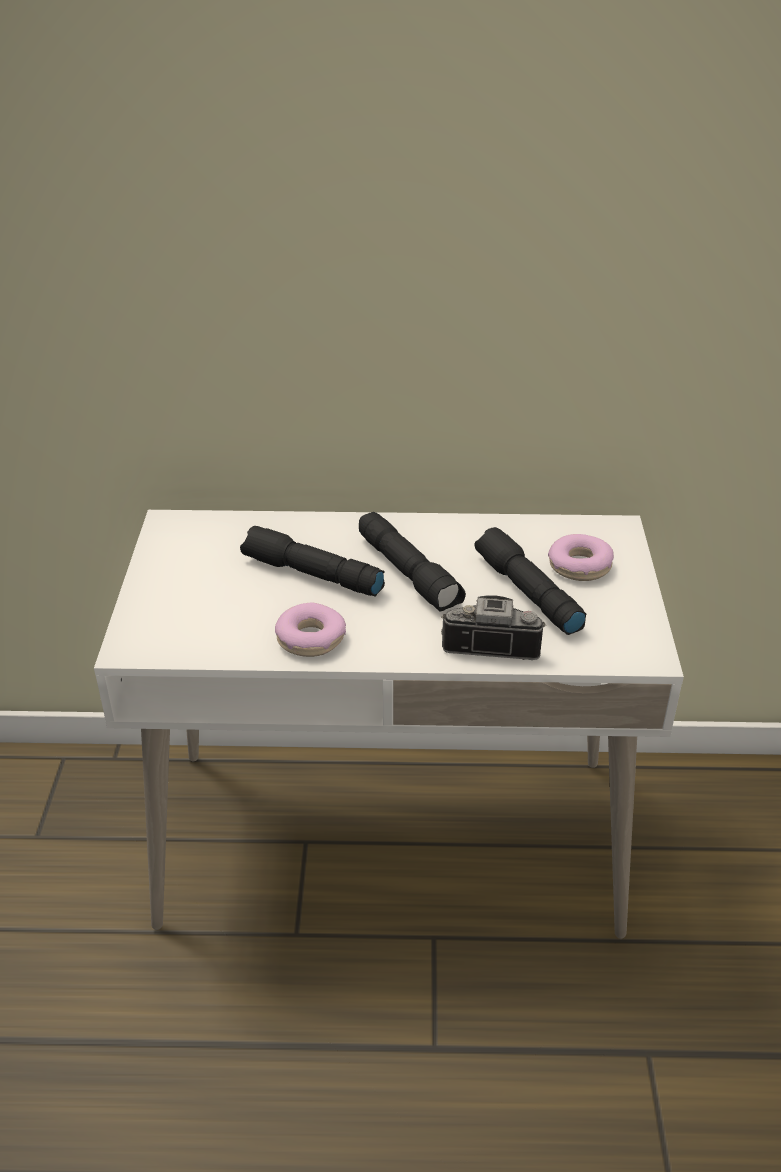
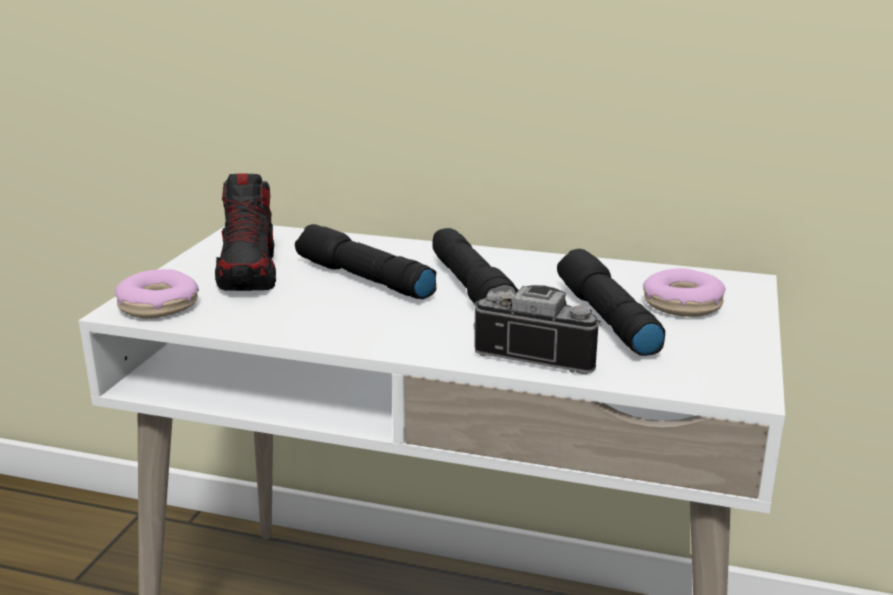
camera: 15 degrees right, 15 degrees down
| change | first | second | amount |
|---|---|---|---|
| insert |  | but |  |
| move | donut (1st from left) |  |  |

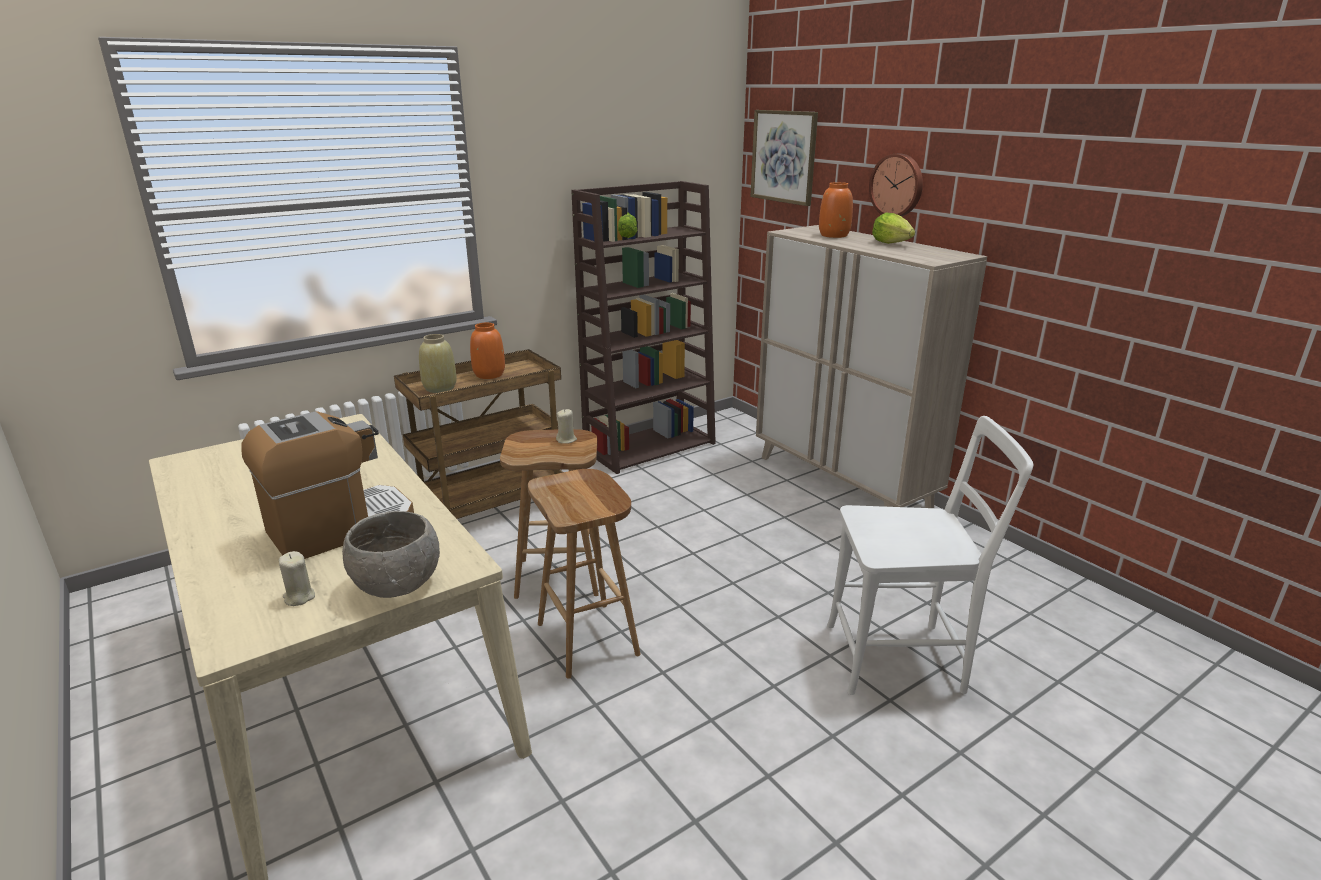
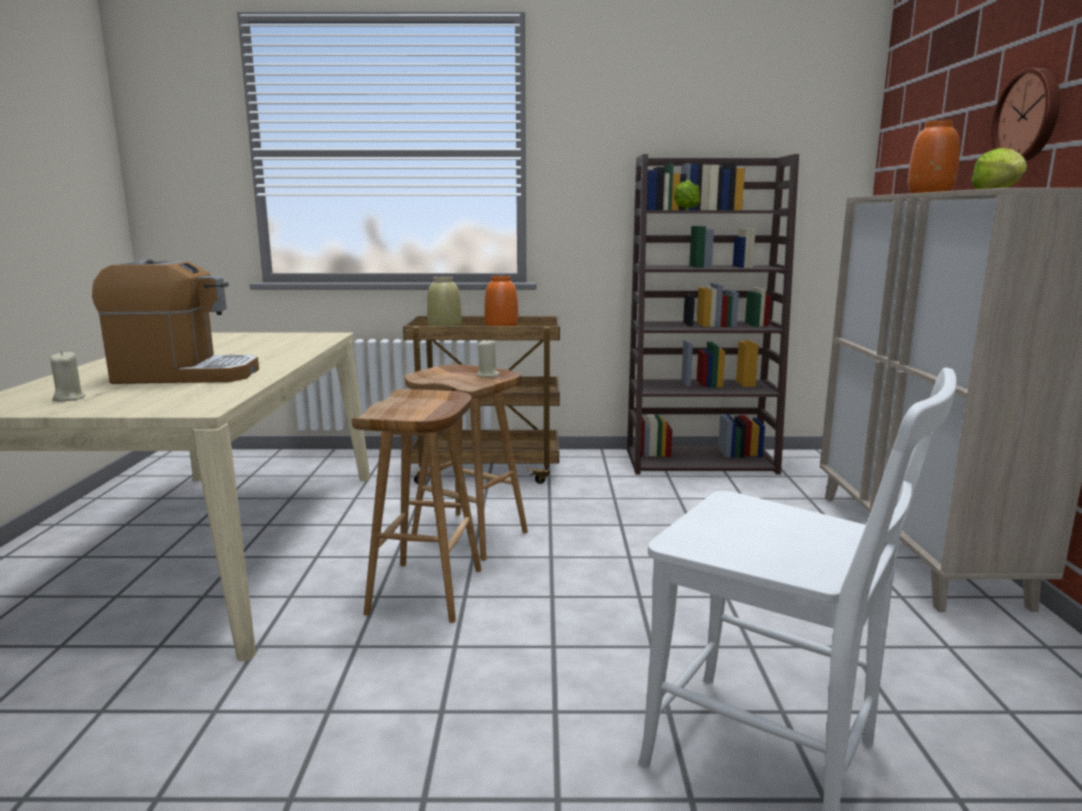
camera: 35 degrees right, 10 degrees down
| change | first | second | amount |
|---|---|---|---|
| delete | miska (szary) |  |  |
| delete | obraz |  |  |

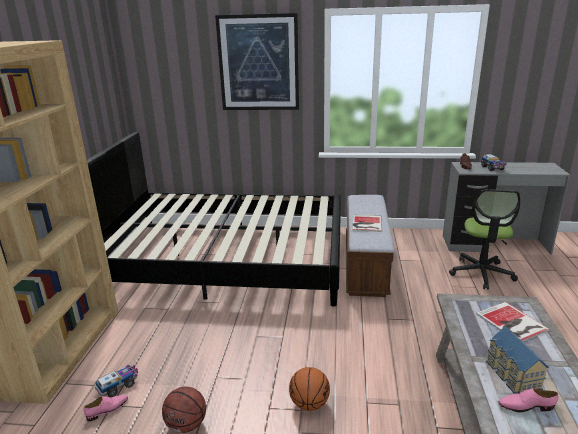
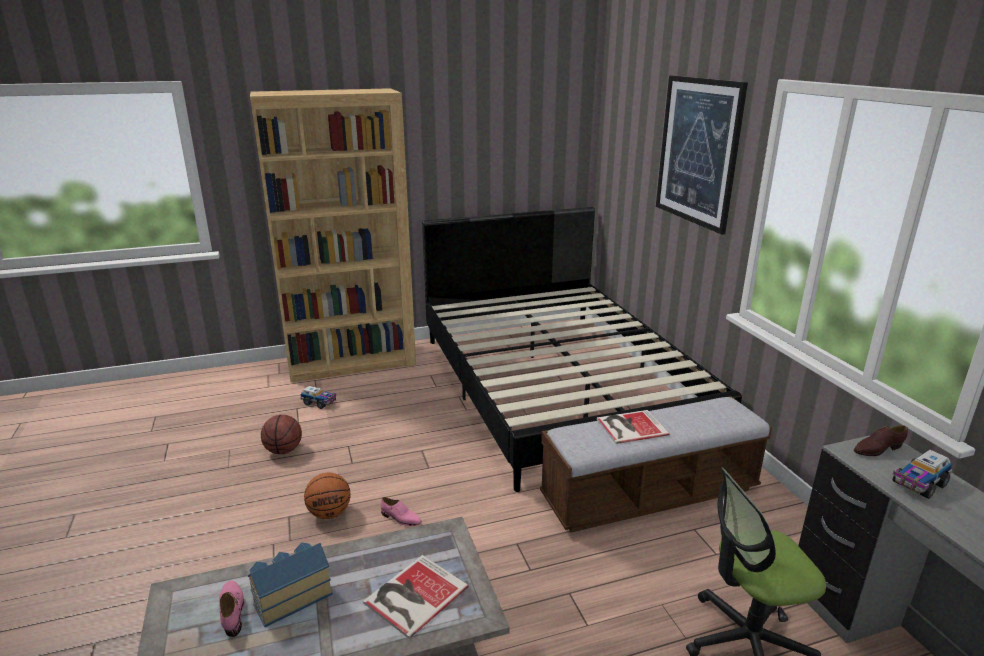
camera: 65 degrees right, 0 degrees up
| change | first | second | amount |
|---|---|---|---|
| move | but (różowy) (1st from left in the first image) | but (różowy) (2nd from left) |  |

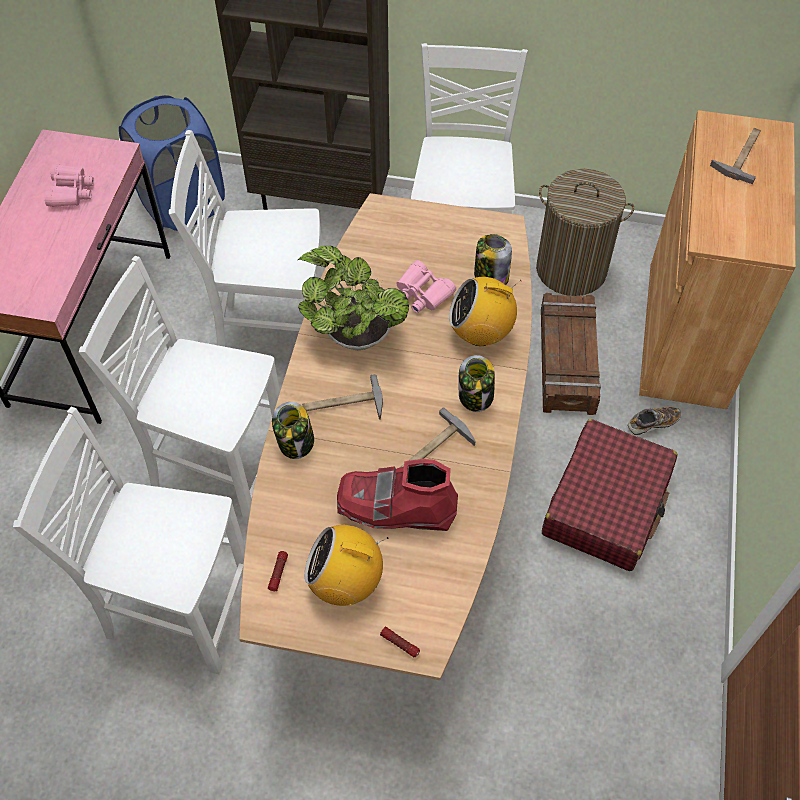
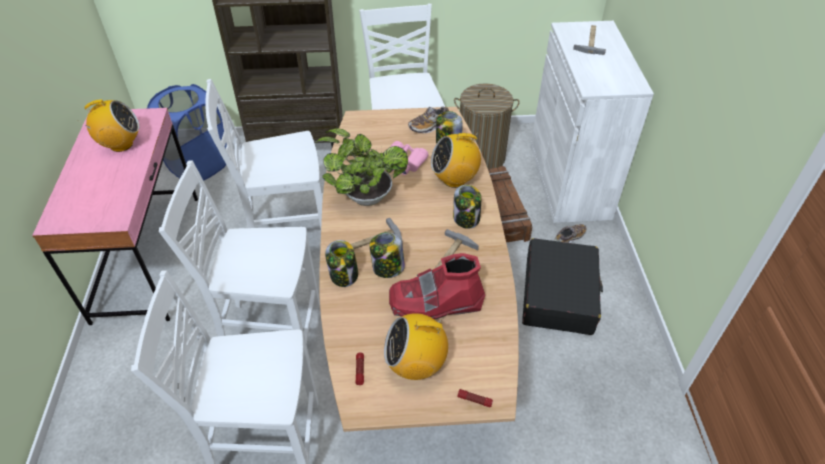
camera: 15 degrees left, 10 degrees down
| change | first | second | amount |
|---|---|---|---|
| insert |  | słoik (2nd from left) |  |
| insert |  | but (1st from left) |  |
| replace | lornetka (różowy) (1st from left) | radio (1st from left) |  |
| recolor | walizka (czerwony) | walizka (czarny) |  |
| recolor | szafka (brązowy) | szafka (biały) |  |

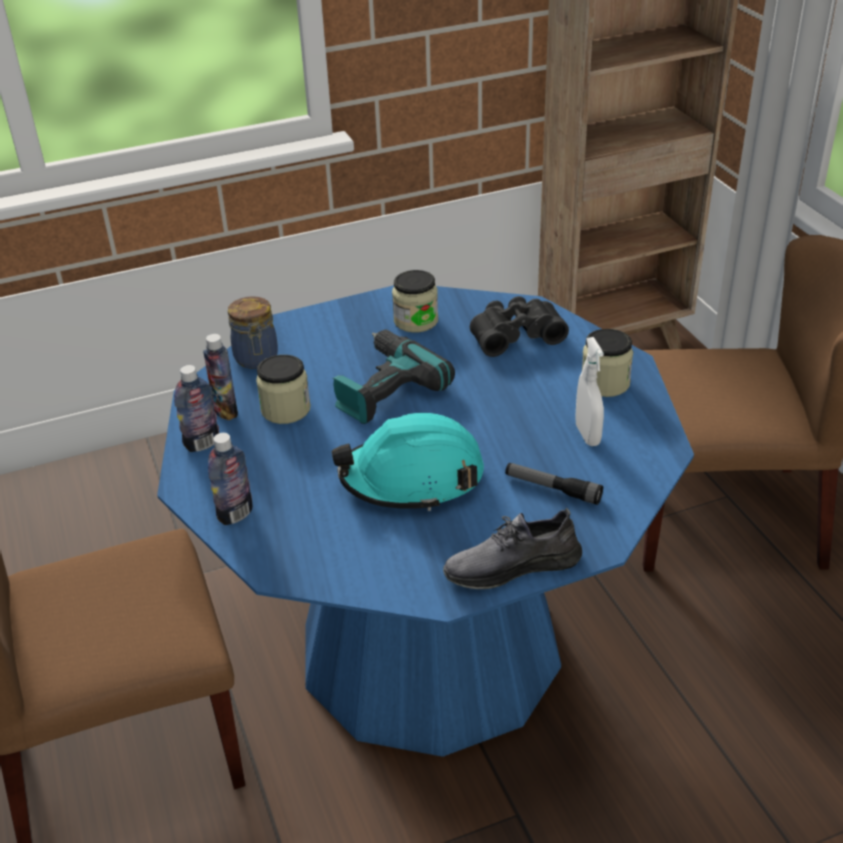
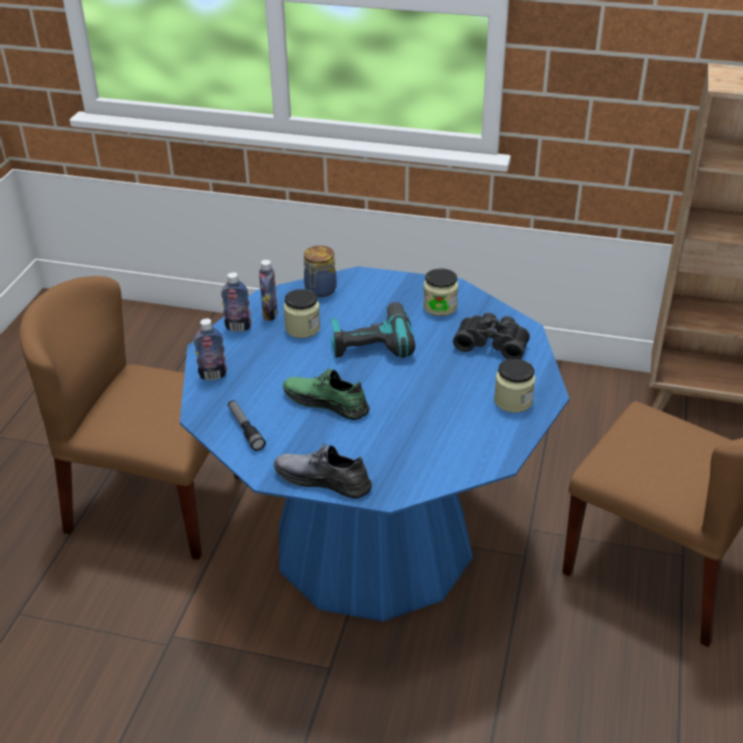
camera: 35 degrees right, 0 degrees up
| change | first | second | amount |
|---|---|---|---|
| delete | spryskiwacz (biały) |  |  |
| move | latarka |  |  |
| replace | kask (turkusowy) | but (zielony) |  |

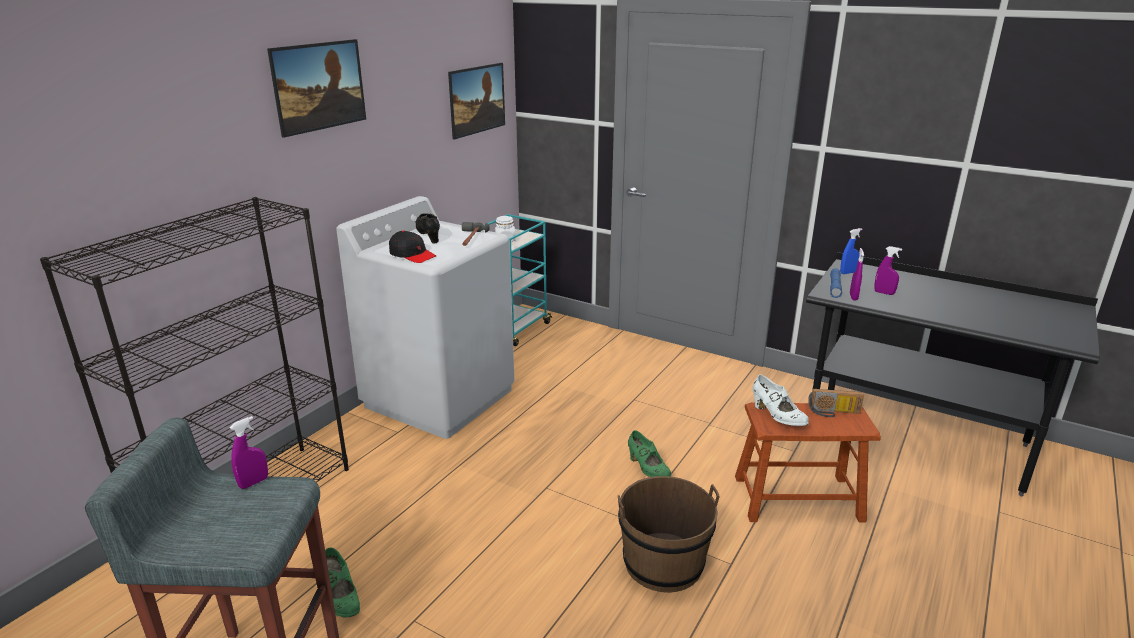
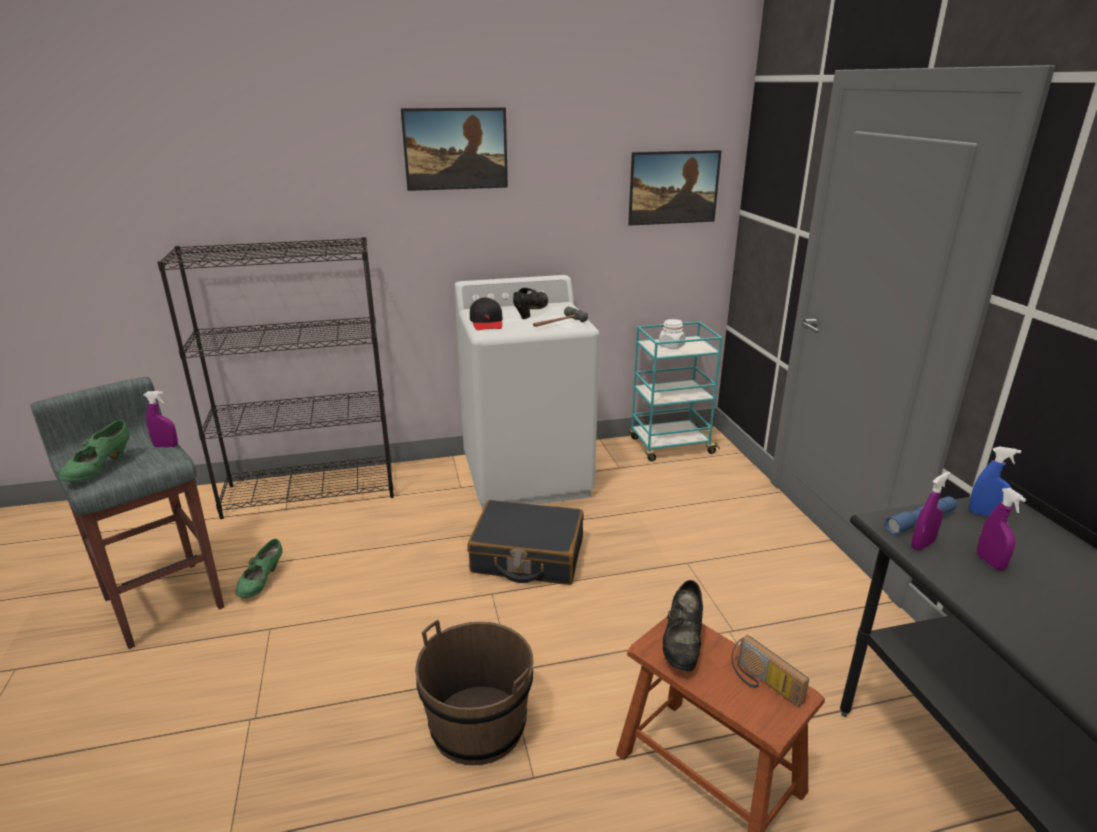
camera: 45 degrees right, 0 degrees up
| change | first | second | amount |
|---|---|---|---|
| insert |  | walizka (czarny) |  |
| move | but (zielony) (2nd from left in the first image) | but (zielony) (1st from left) |  |
| recolor | but (biały) | but (czarny) (2nd from left) |  |

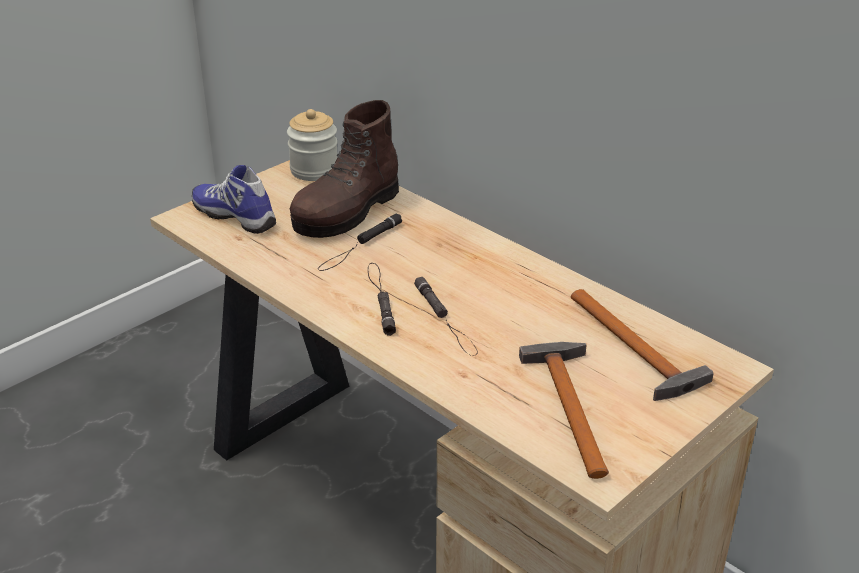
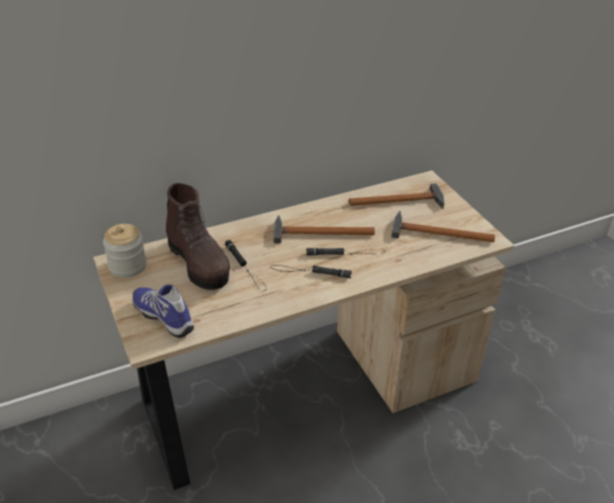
camera: 70 degrees left, 5 degrees up
| change | first | second | amount |
|---|---|---|---|
| insert |  | młotek (1st from left) |  |
| rotate | but |  | 75 degrees clockwise |

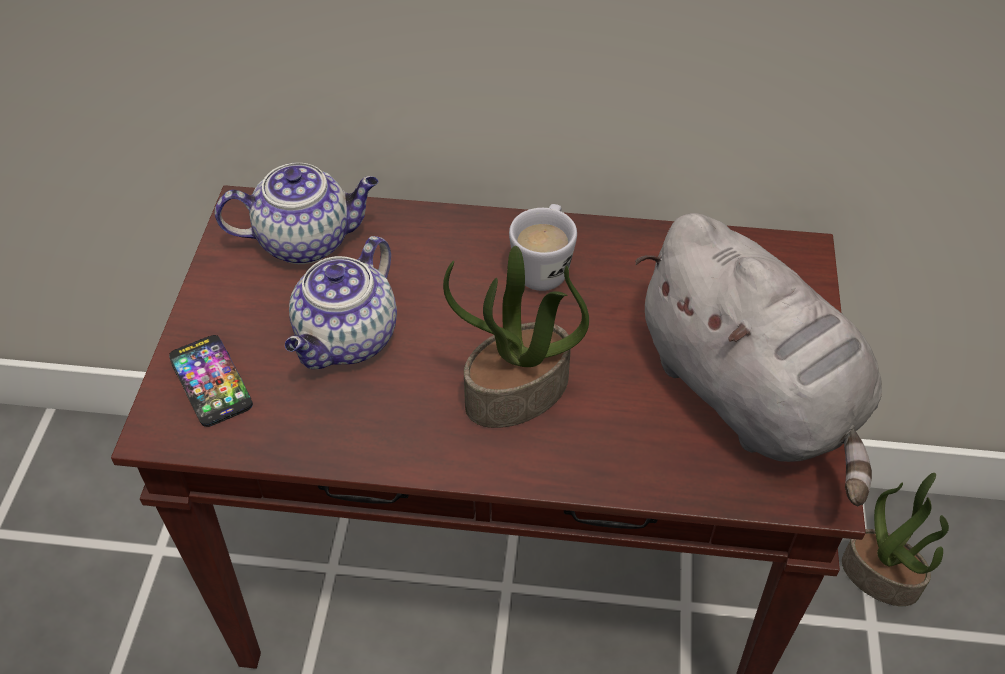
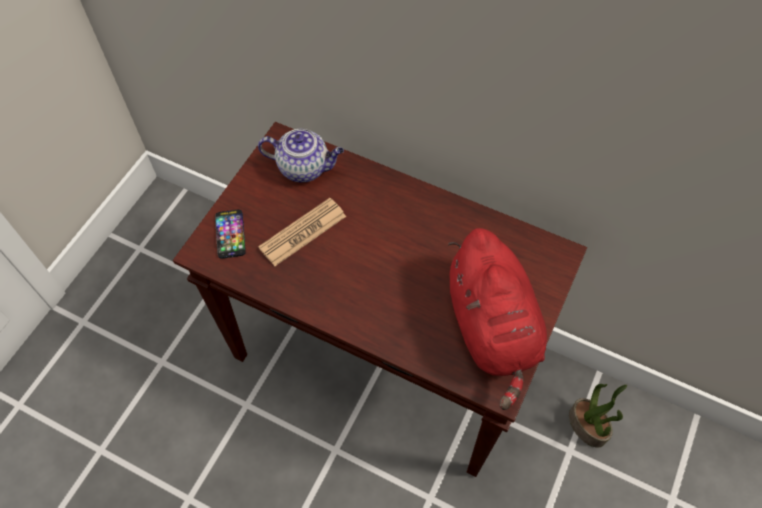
camera: 20 degrees right, 10 degrees up
| change | first | second | amount |
|---|---|---|---|
| delete | roślina doniczkowa (1st from left) |  |  |
| delete | kubek (biały) |  |  |
| replace | imbryk (2nd from left) | gazeta |  |
| recolor | pluszak (szary) | pluszak (czerwony) |  |

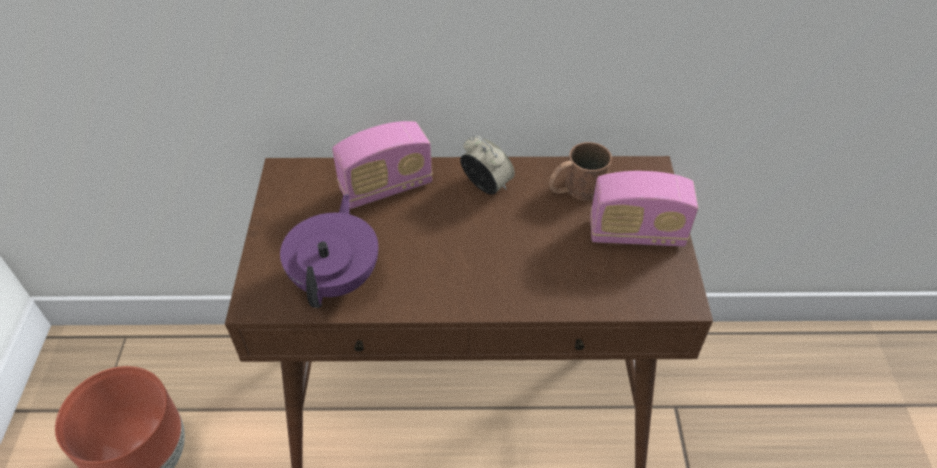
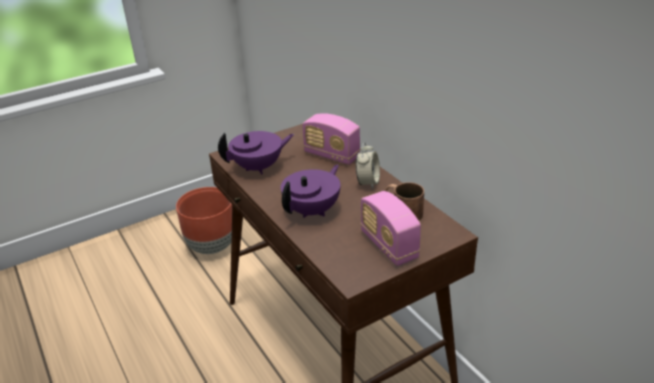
camera: 60 degrees right, 15 degrees down
| change | first | second | amount |
|---|---|---|---|
| insert |  | imbryk (fioletowy) (2nd from left) |  |

